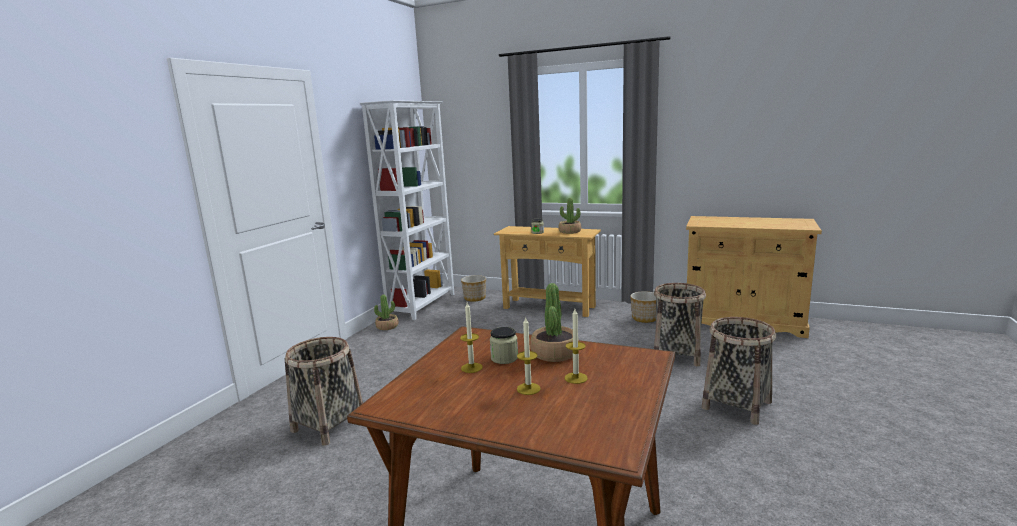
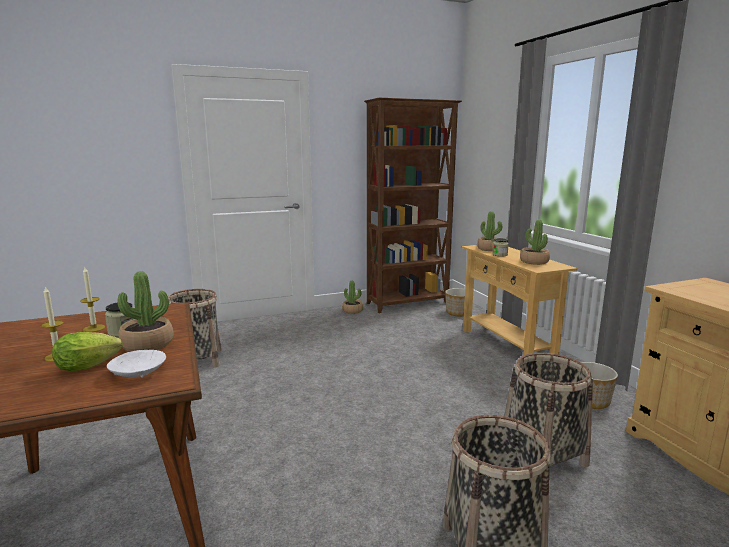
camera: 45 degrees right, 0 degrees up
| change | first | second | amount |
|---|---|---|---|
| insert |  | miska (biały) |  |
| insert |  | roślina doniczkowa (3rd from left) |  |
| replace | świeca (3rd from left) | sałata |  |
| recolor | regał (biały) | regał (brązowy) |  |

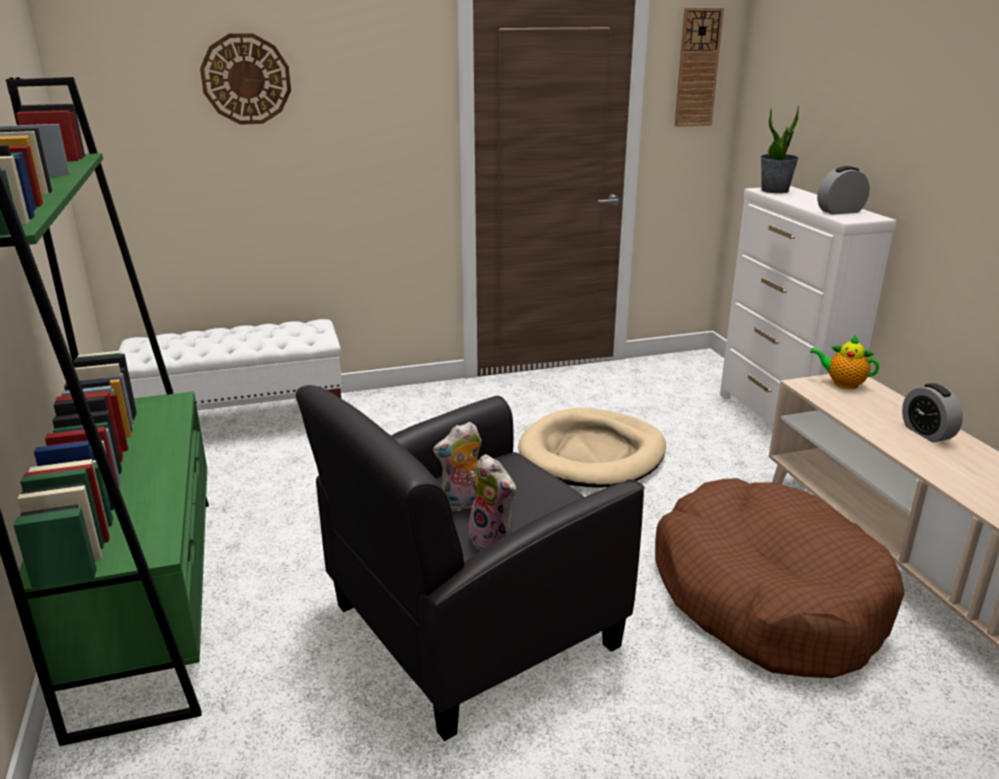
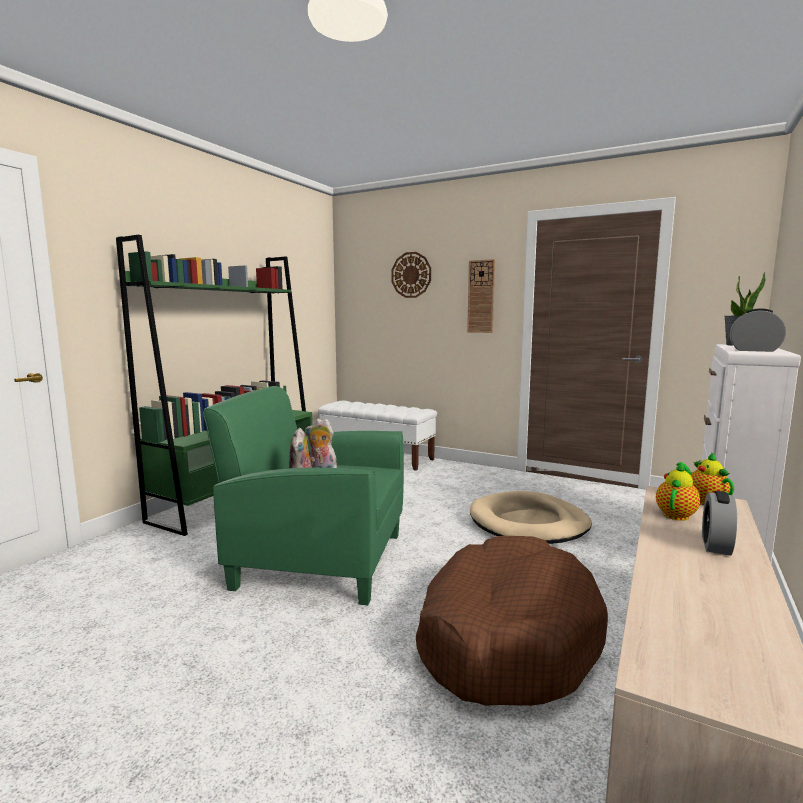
camera: 45 degrees right, 15 degrees down
| change | first | second | amount |
|---|---|---|---|
| insert |  | imbryk (1st from left) |  |
| move | zegar ścienny (2nd from left) |  |  |
| recolor | fotel (czarny) | fotel (zielony) |  |

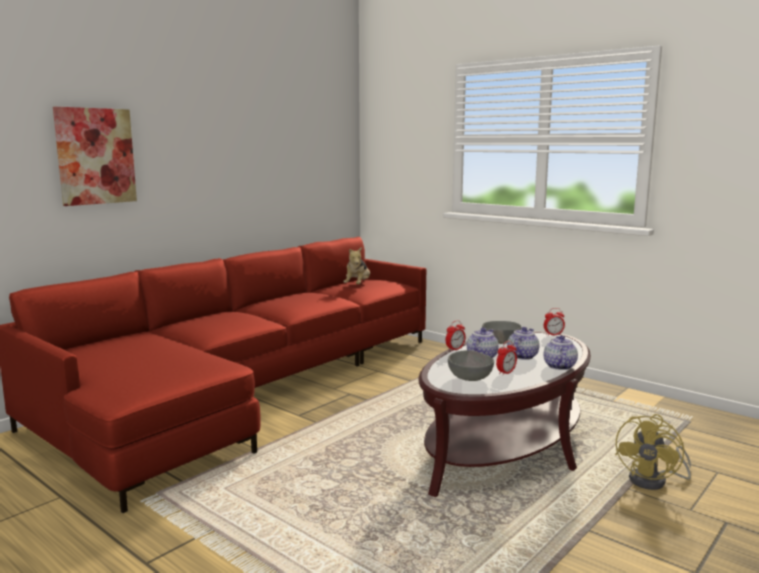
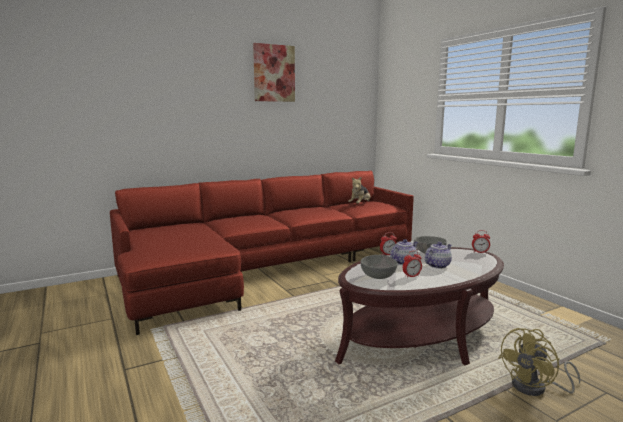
camera: 20 degrees right, 0 degrees up
| change | first | second | amount |
|---|---|---|---|
| delete | imbryk (3rd from left) |  |  |
| move | obraz |  |  |

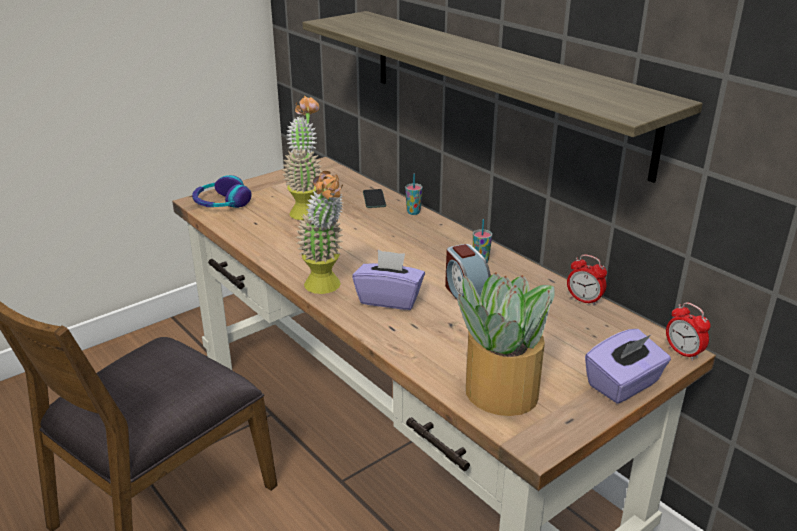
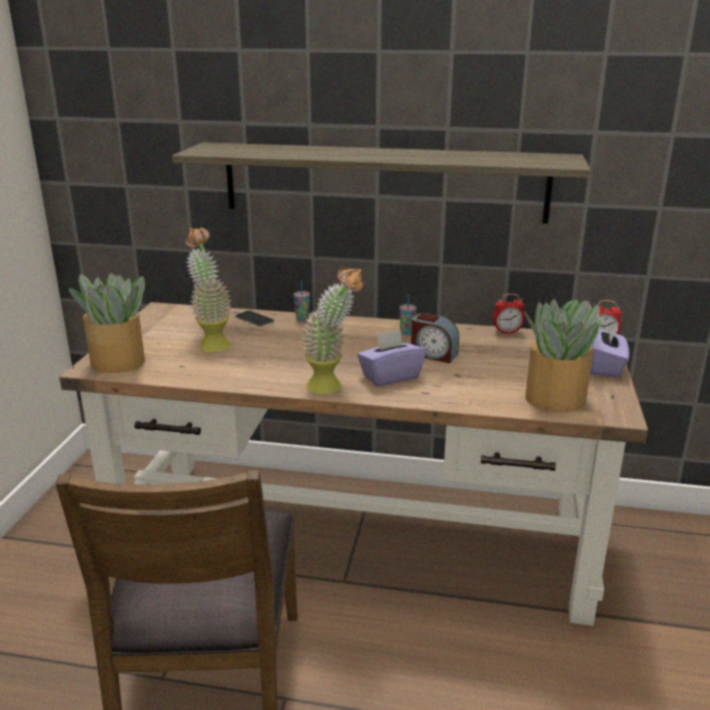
camera: 40 degrees left, 5 degrees down
| change | first | second | amount |
|---|---|---|---|
| replace | słuchawki | roślina doniczkowa (1st from left) |  |

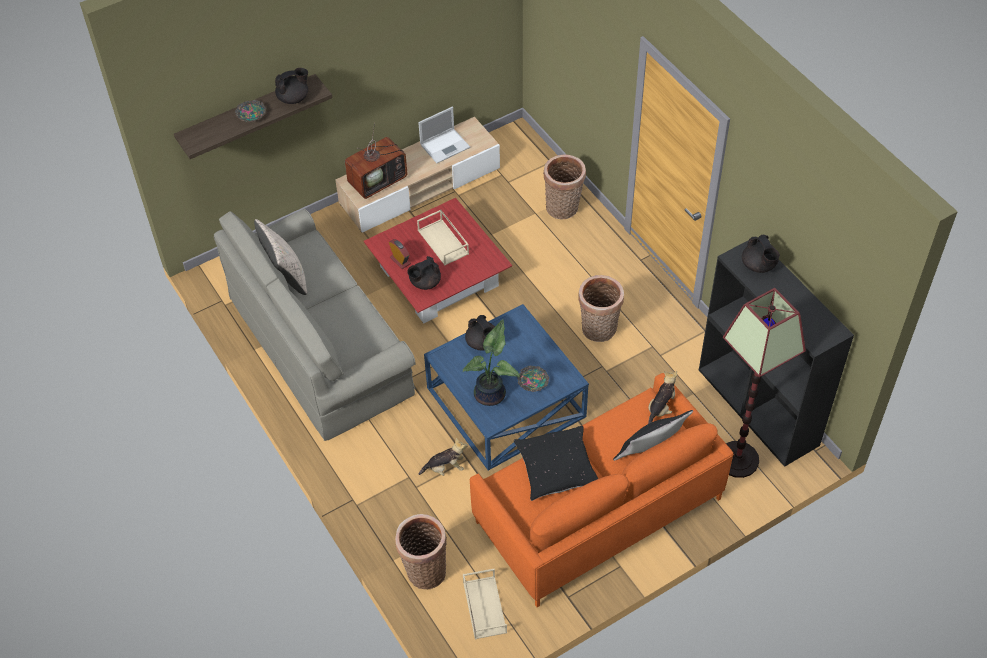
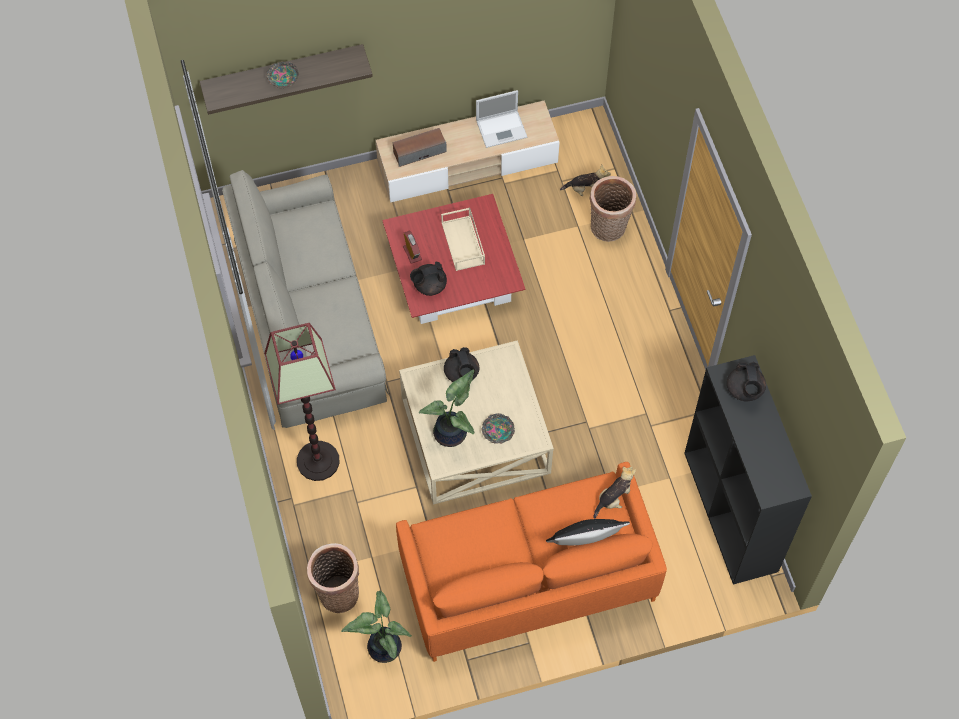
camera: 15 degrees right, 10 degrees up
| change | first | second | amount |
|---|---|---|---|
| delete | poduszka (beżowy) |  |  |
| delete | imbryk (czarny) (1st from left) |  |  |
| delete | poduszka (czarny) (1st from left) |  |  |
| delete | koszyk (3rd from left) |  |  |
| move | pluszak (1st from left) |  |  |
| move | lampa stojąca |  |  |
| replace | telewizor | głośnik |  |
| replace | taca (beżowy) (2nd from left) | roślina doniczkowa (1st from left) |  |
| recolor | ława (niebieski) | ława (beżowy) |  |

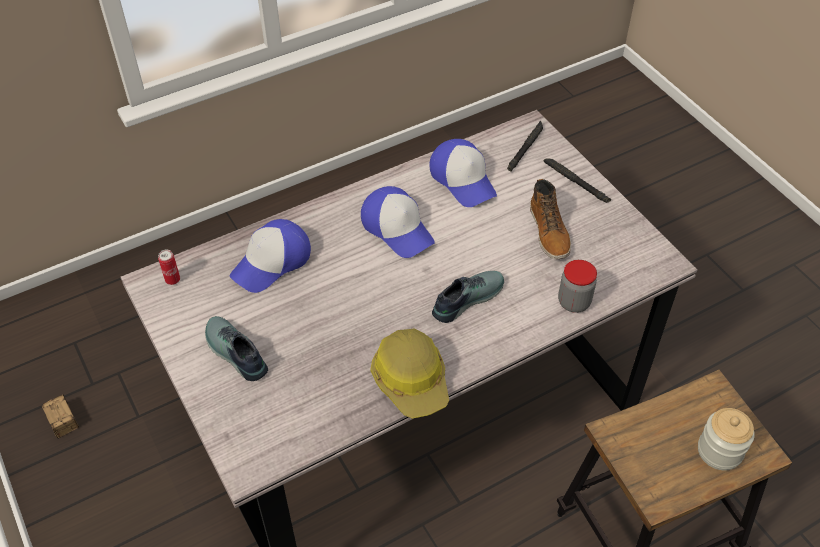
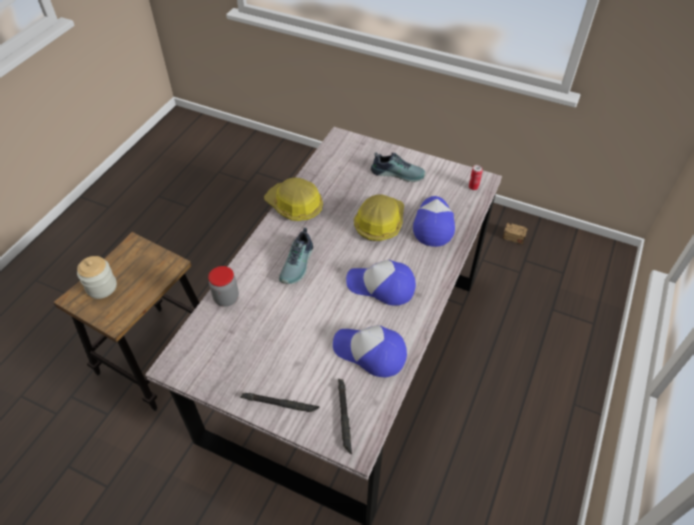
camera: 145 degrees right, 0 degrees up
| change | first | second | amount |
|---|---|---|---|
| delete | but z cholewką |  |  |
| insert |  | kask (2nd from left) |  |

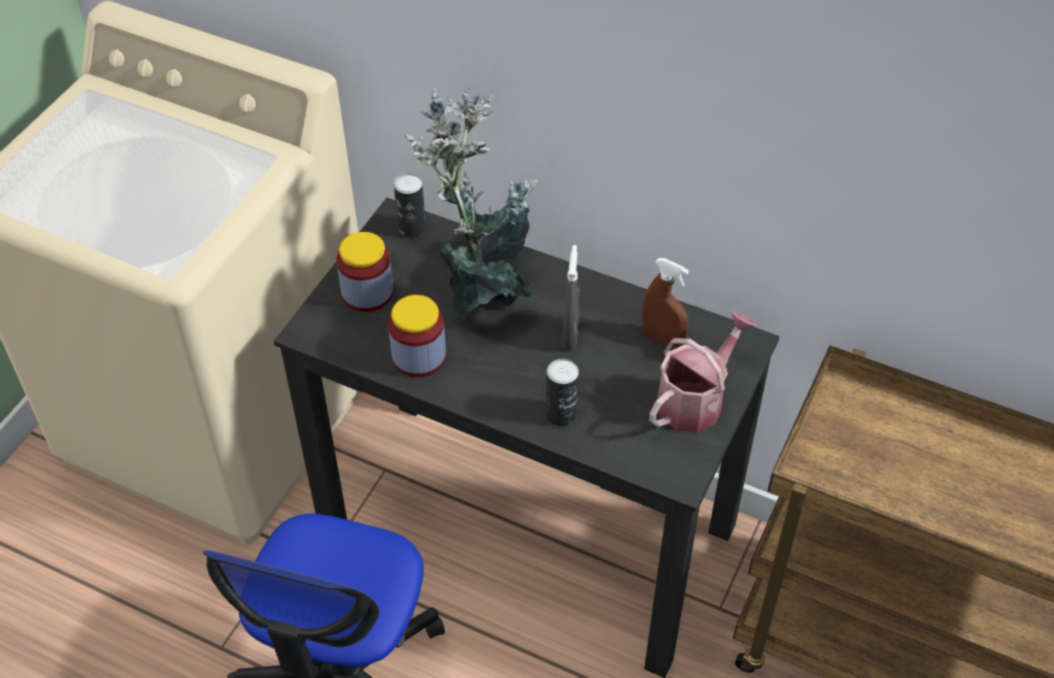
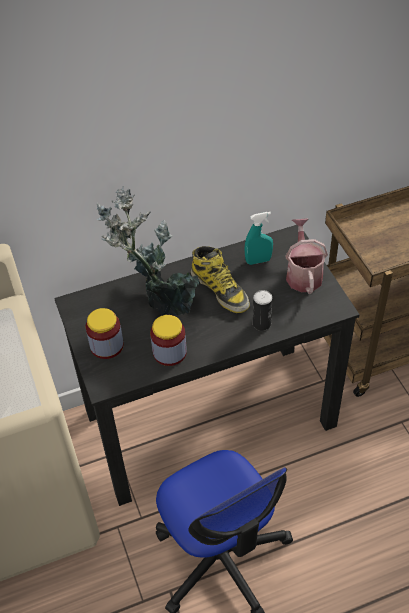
camera: 45 degrees left, 0 degrees up
| change | first | second | amount |
|---|---|---|---|
| delete | puszka (1st from left) |  |  |
| replace | spryskiwacz (szary) | but z cholewką |  |
| recolor | spryskiwacz (brązowy) | spryskiwacz (turkusowy) |  |

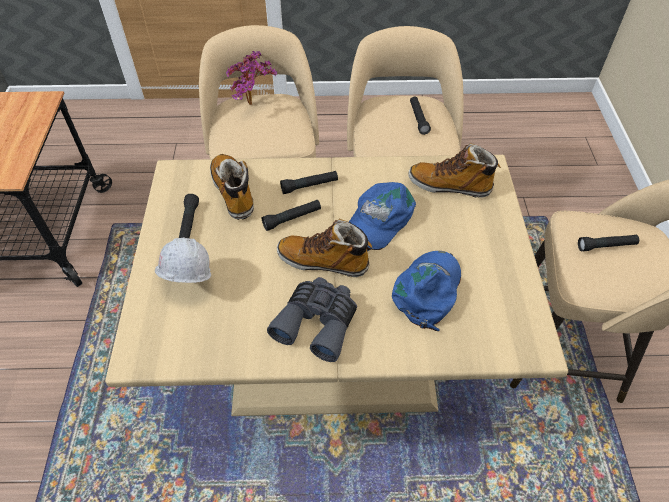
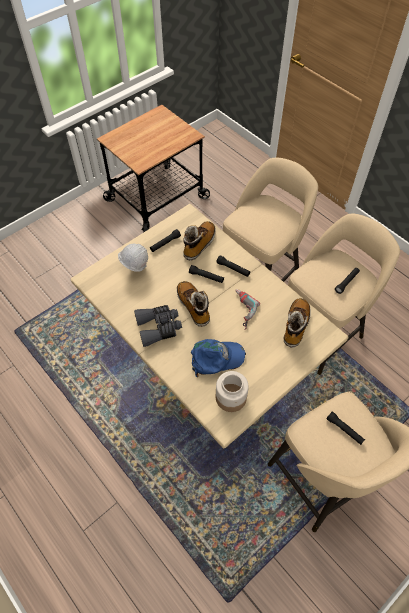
camera: 50 degrees right, 5 degrees up
| change | first | second | amount |
|---|---|---|---|
| delete | roślina doniczkowa |  |  |
| insert |  | słoik |  |
| replace | czapka z daszkiem (niebieski) (1st from left) | wiertarka |  |
| rotate | but z cholewką (3rd from left) |  | 45 degrees clockwise |

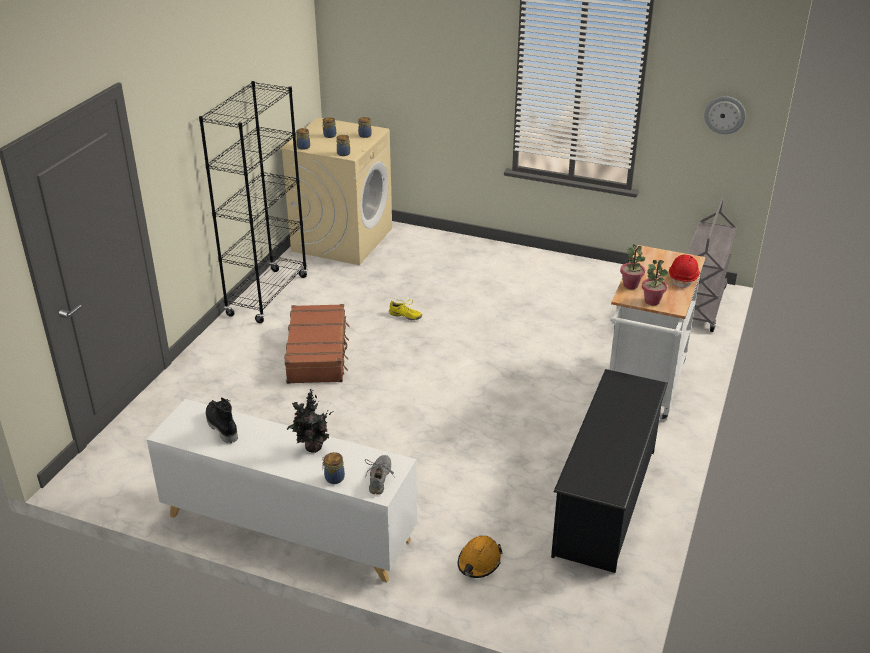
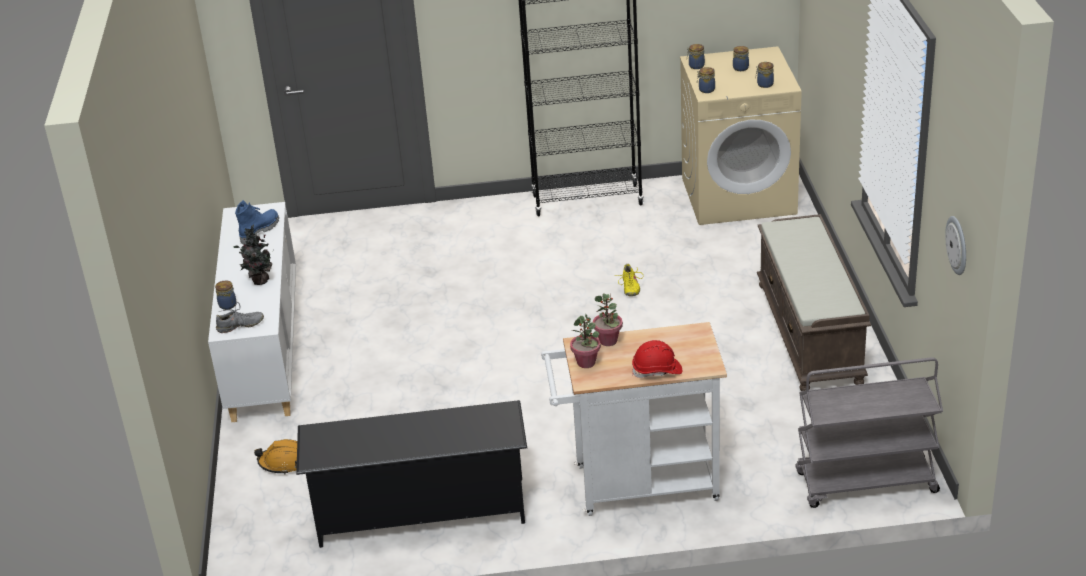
camera: 65 degrees right, 0 degrees up
| change | first | second | amount |
|---|---|---|---|
| delete | walizka (brązowy) |  |  |
| insert |  | ławka (brązowy) |  |
| recolor | but z cholewką (czarny) | but z cholewką (niebieski) |  |

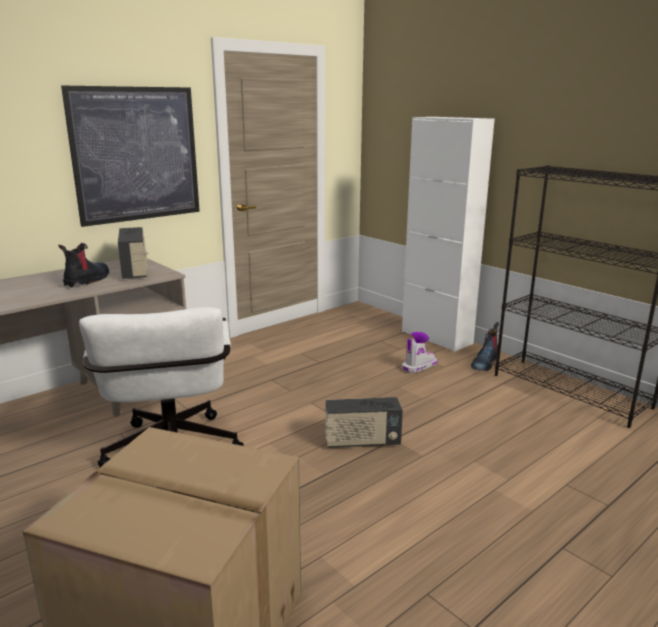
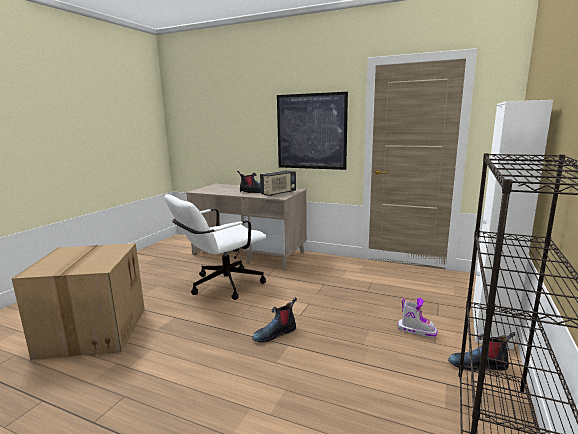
camera: 65 degrees right, 5 degrees down
| change | first | second | amount |
|---|---|---|---|
| replace | radio (2nd from left) | but z cholewką (2nd from left) |  |

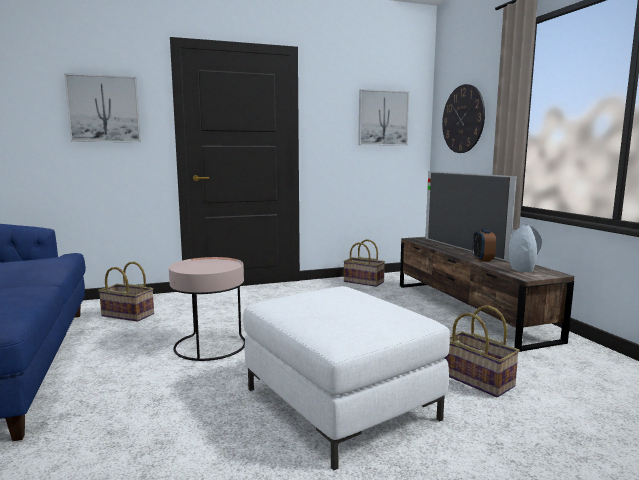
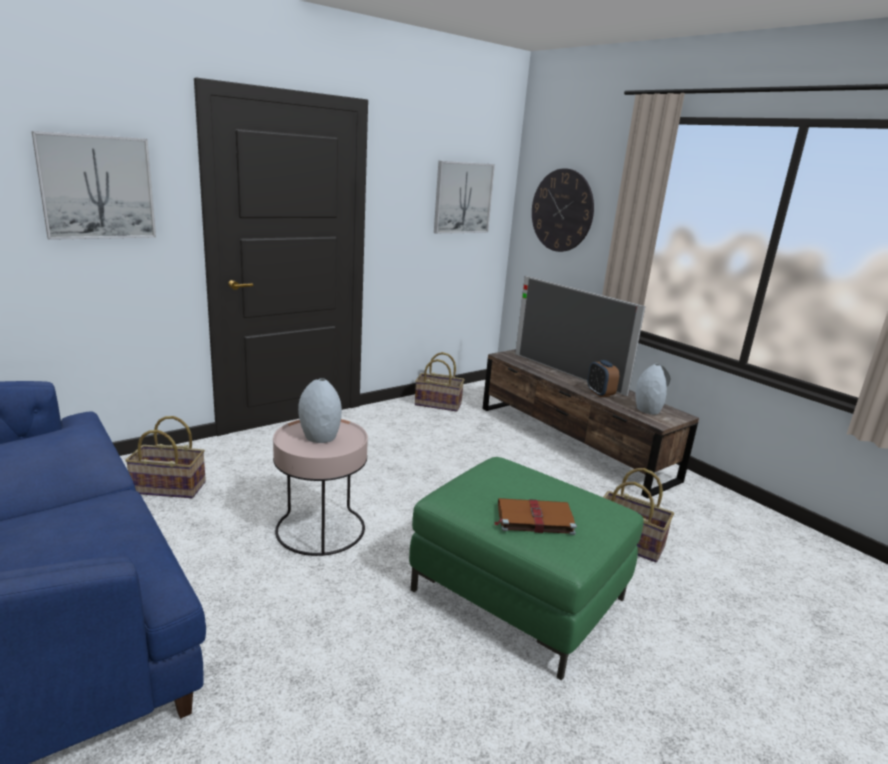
camera: 20 degrees left, 10 degrees up
| change | first | second | amount |
|---|---|---|---|
| insert |  | wazon (szary) (1st from left) |  |
| insert |  | książka (brązowy) |  |
| recolor | pufa (biały) | pufa (zielony) |  |

